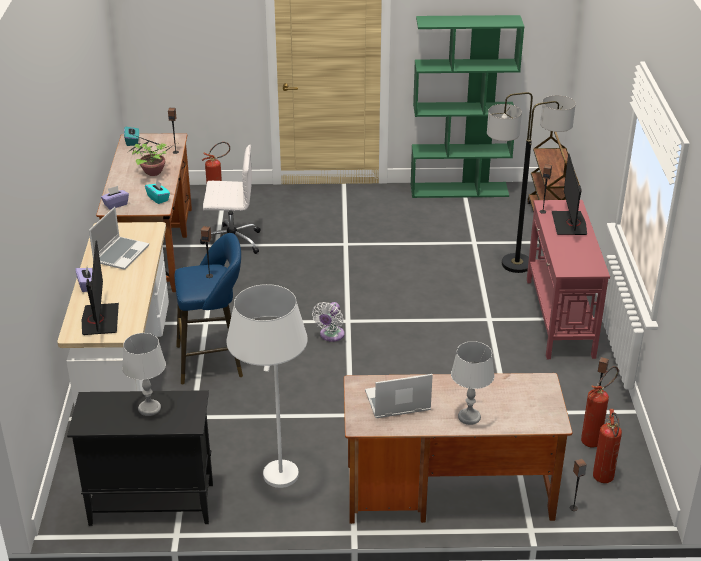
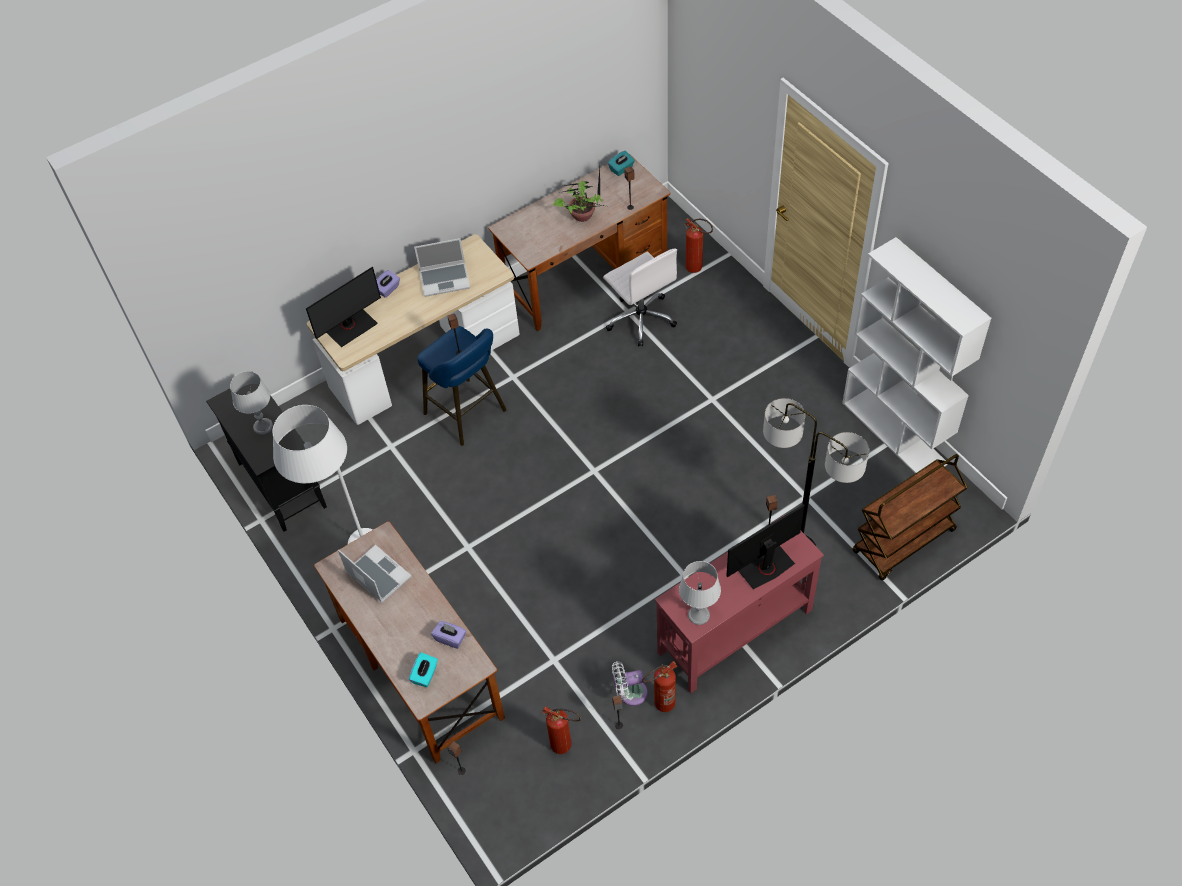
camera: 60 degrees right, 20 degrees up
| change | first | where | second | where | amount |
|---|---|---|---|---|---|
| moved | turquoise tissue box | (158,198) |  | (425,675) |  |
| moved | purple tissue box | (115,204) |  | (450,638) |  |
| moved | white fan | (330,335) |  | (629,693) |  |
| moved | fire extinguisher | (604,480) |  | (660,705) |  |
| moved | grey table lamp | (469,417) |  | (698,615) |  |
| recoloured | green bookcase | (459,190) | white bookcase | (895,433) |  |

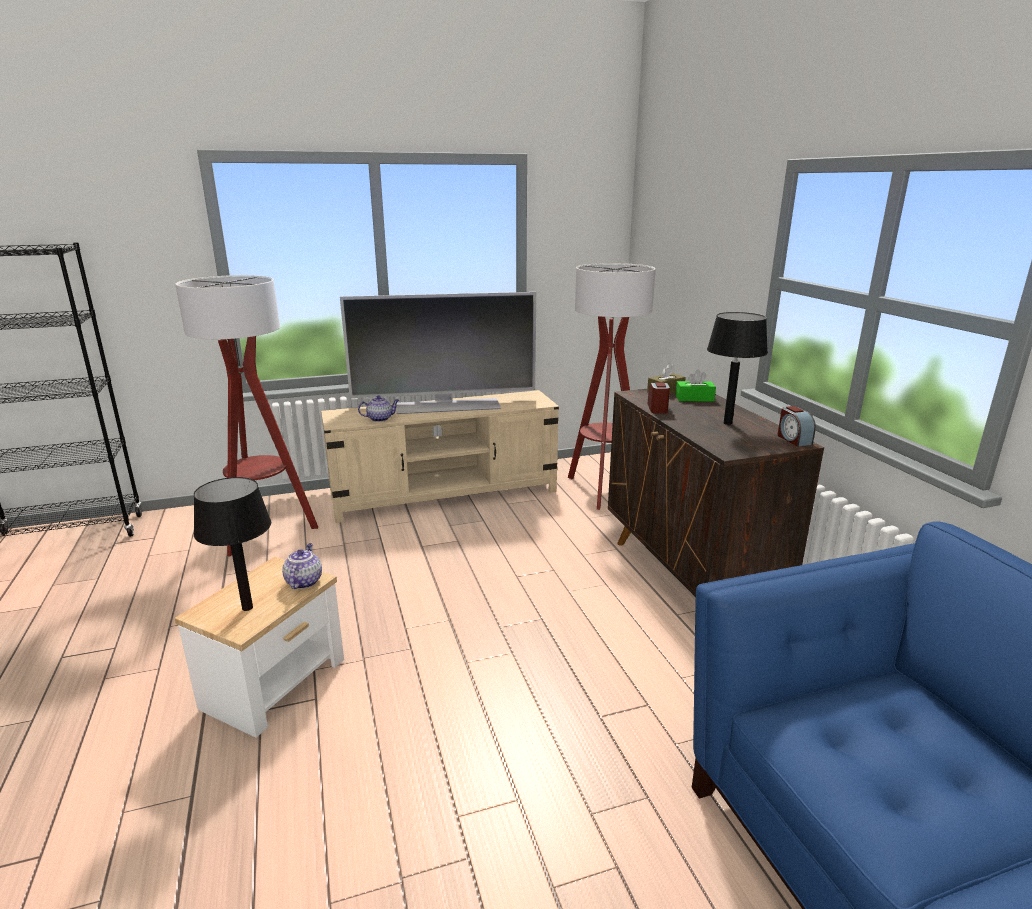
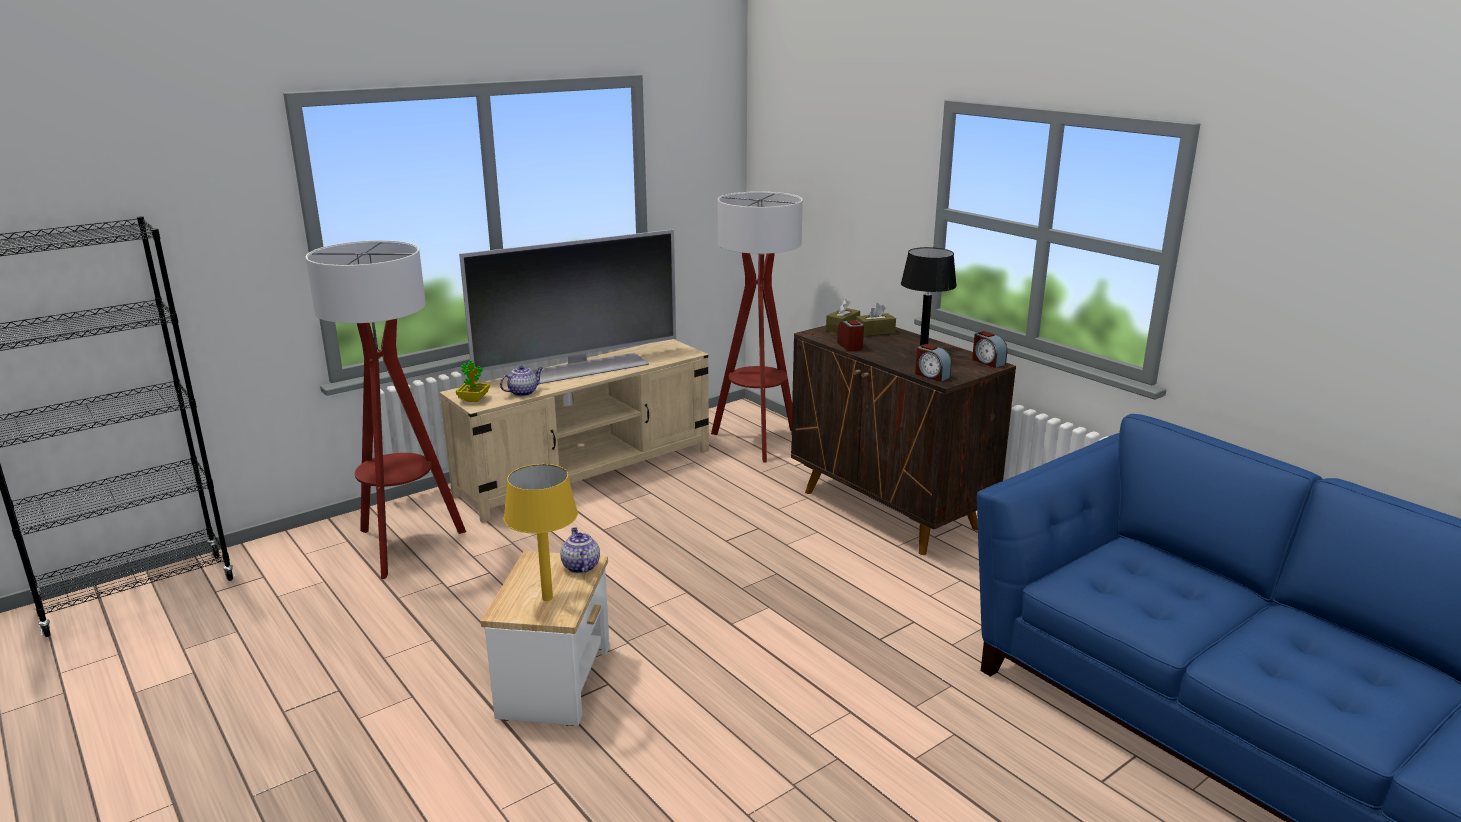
camera: 20 degrees left, 0 degrees up
| change | first | where | second | where | amount |
|---|---|---|---|---|---|
| added |  |  | potted plant | (473,399) |  |
| recoloured | black table lamp | (247,608) | yellow table lamp | (547,598) |  |
| recoloured | green tissue box | (694,398) | brown tissue box | (875,332) |  |
| added |  |  | alarm clock | (931,375) |  |

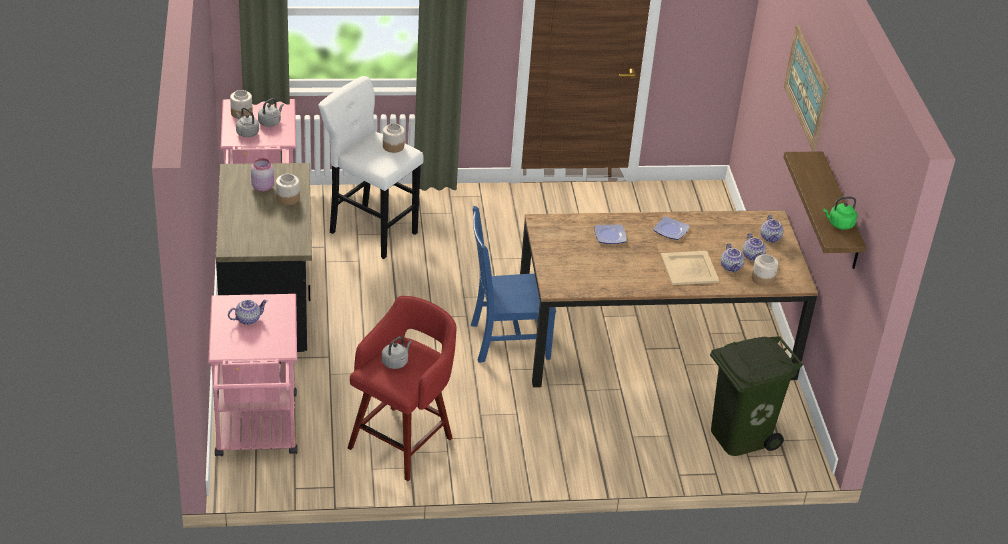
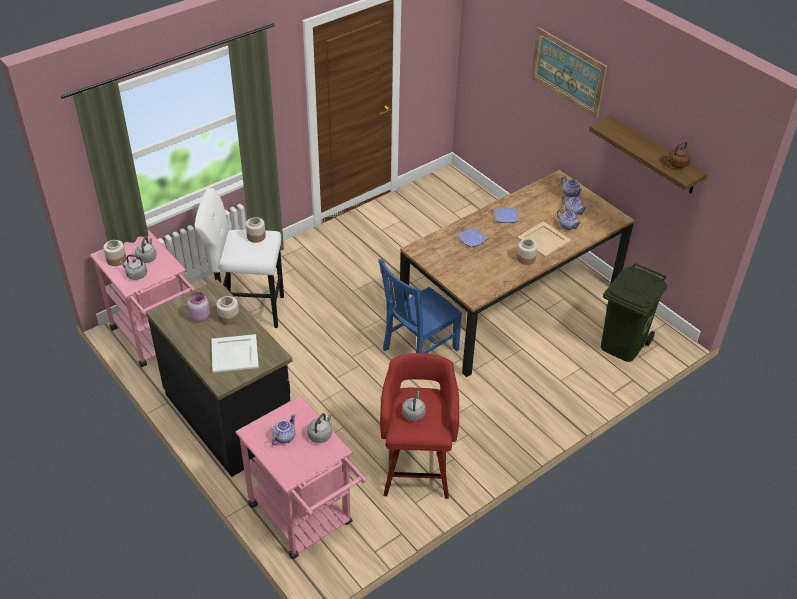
camera: 30 degrees left, 5 degrees up
| change | first | where | second | where | amount |
|---|---|---|---|---|---|
| added |  |  | white tray | (235,353) |  |
| added |  |  | grey kettle | (320,434) |  |
| moved | jar | (763,279) |  | (526,258) |  |
| recoloured | green kettle | (839,224) | brown kettle | (676,164) |  |

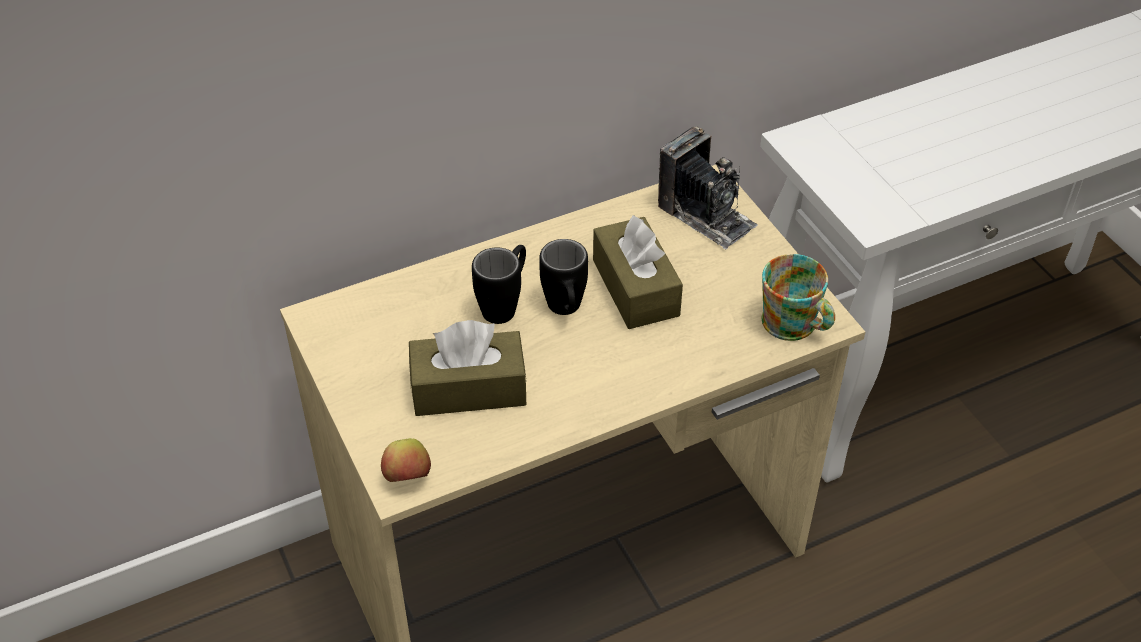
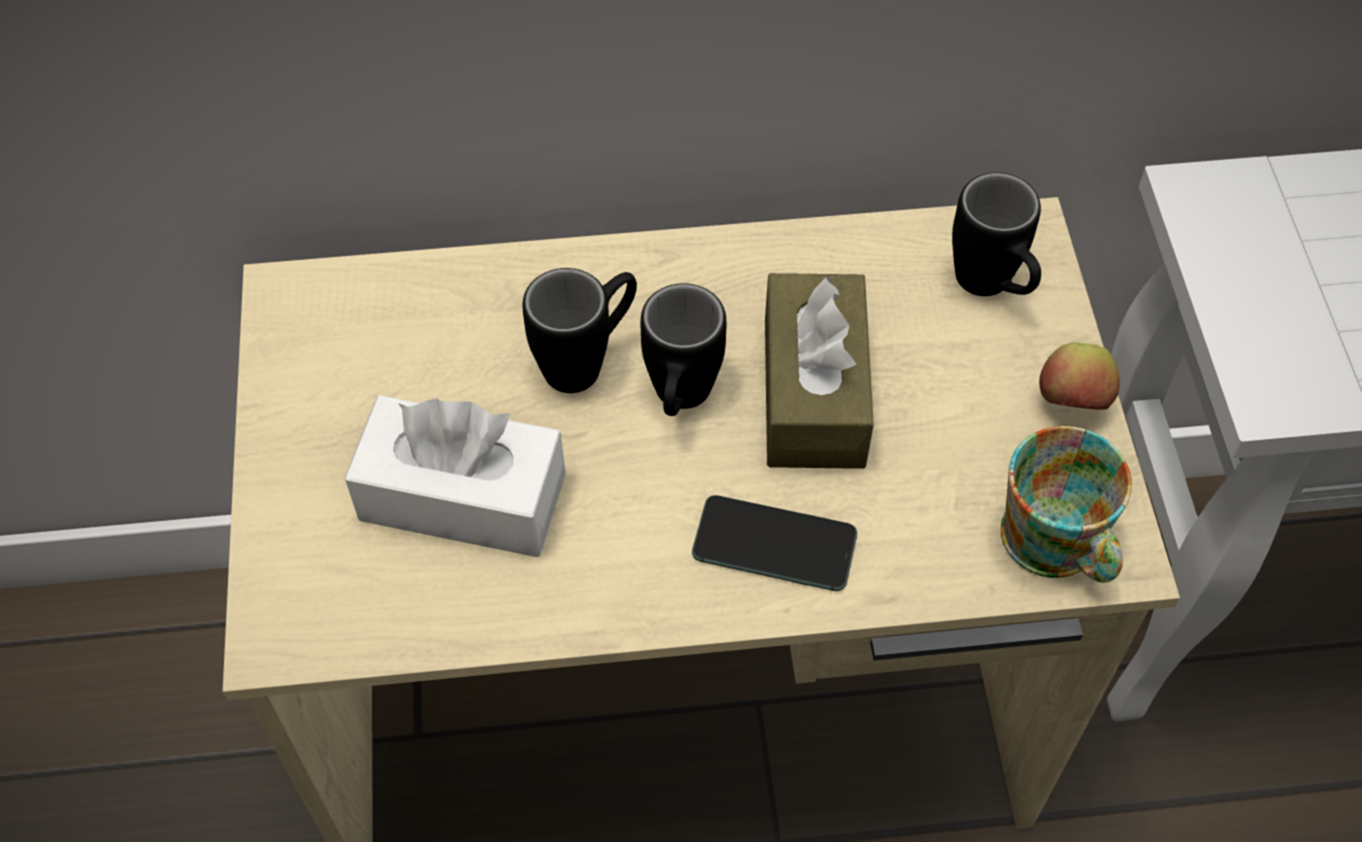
camera: 20 degrees right, 10 degrees up
| change | first | where | second | where | amount |
|---|---|---|---|---|---|
| recoloured | brown tissue box | (469,389) | white tissue box | (463,497) |  |
| added |  |  | phone | (774,544) |  |
| replaced | photo camera | (706,215) | black mug | (992,289) |  |
| moved | apple | (407,478) |  | (1071,402) |  |

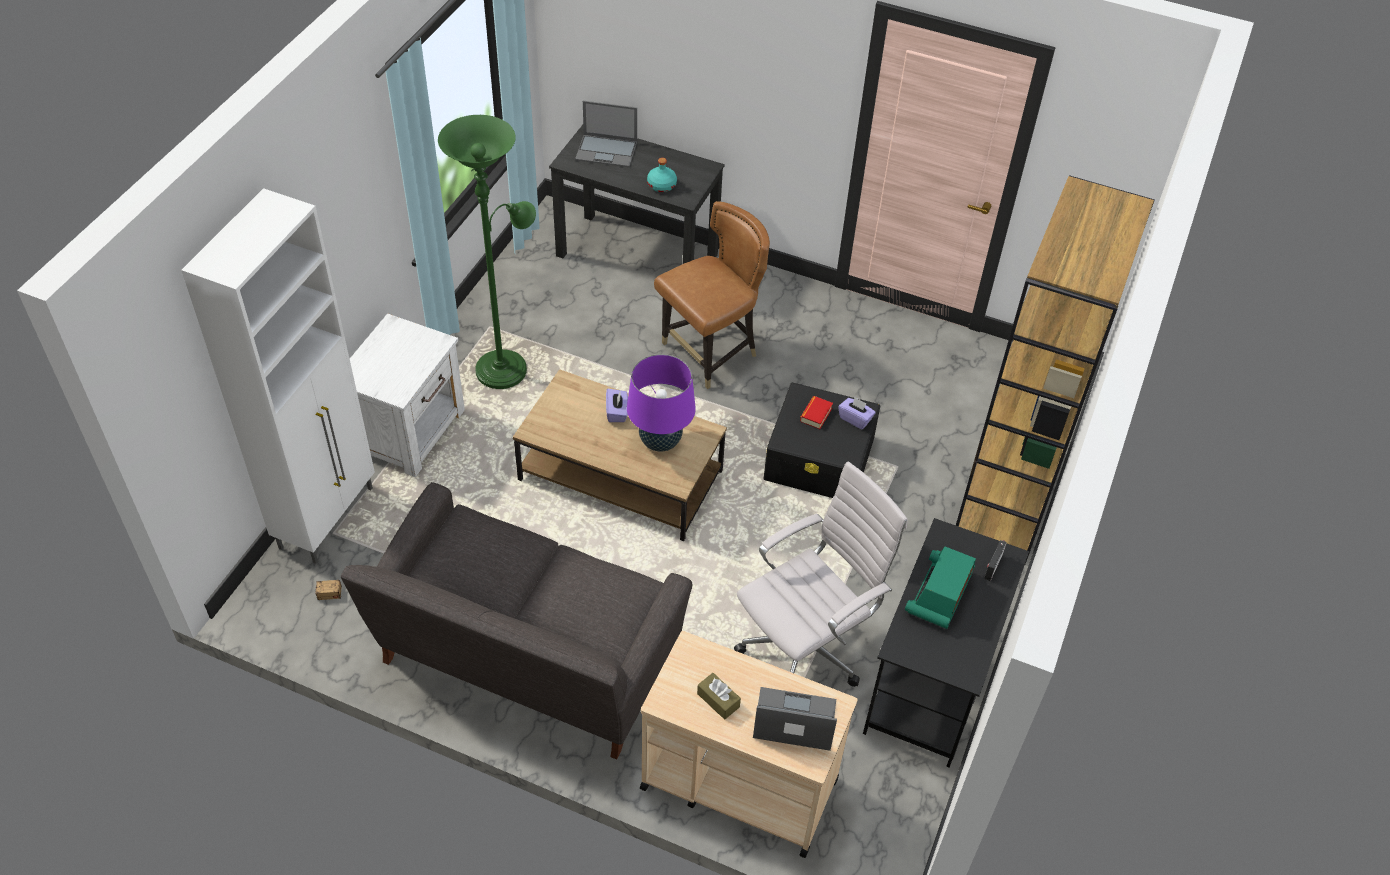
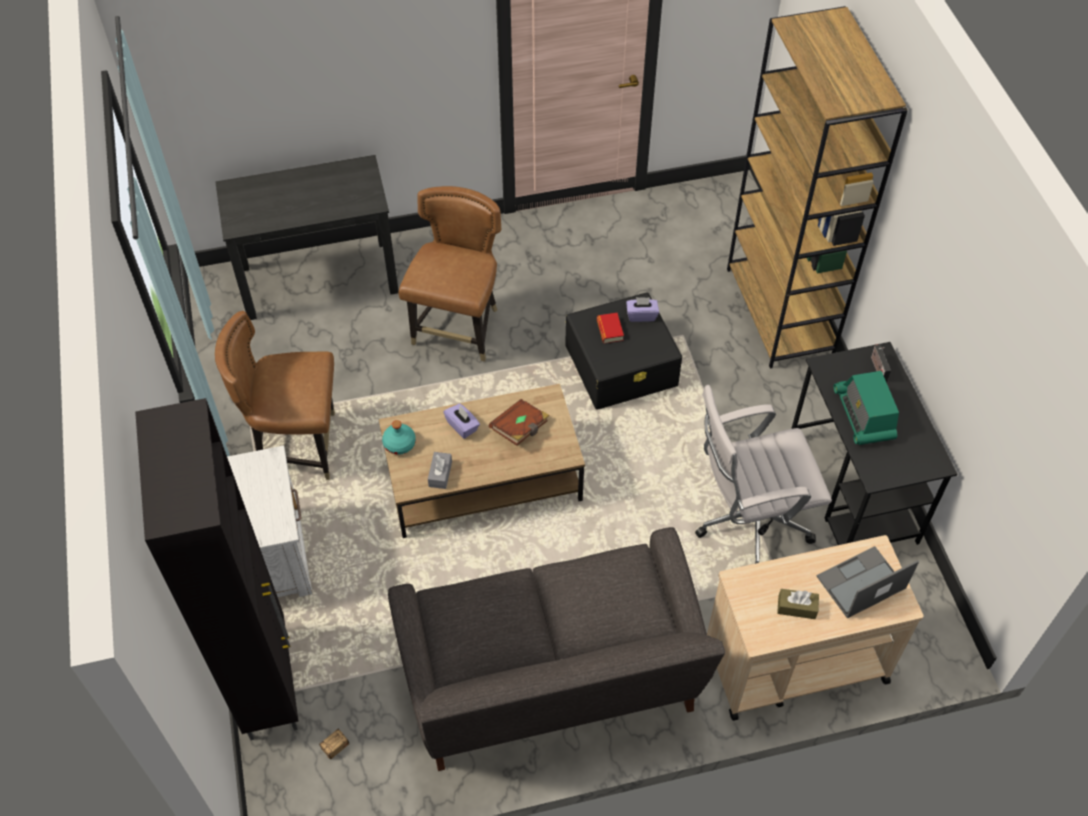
camera: 35 degrees left, 5 degrees up
| change | first | where | second | where | amount |
|---|---|---|---|---|---|
| recoloured | white cabinet | (328,517) | black cabinet | (268,681) |  |
| replaced | green floor lamp | (505,366) | brown chair | (298,446) |  |
| moved | turquoise bottle | (662,185) |  | (400,443) |  |
| added |  |  | grey tissue box | (440,474) |  |
| replaced | purple table lamp | (660,441) | brown book | (520,429) |  |
| turned | white office chair | (806,648) |  | (747,524) | 120 degrees counterclockwise |
| removed | laptop | (607,151) |  |  |  |

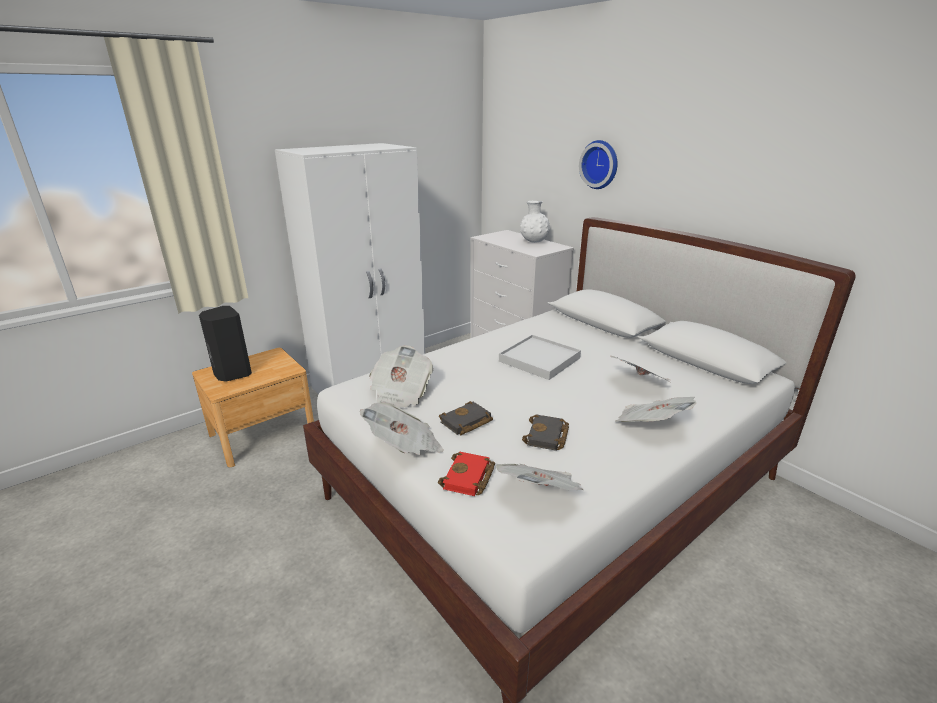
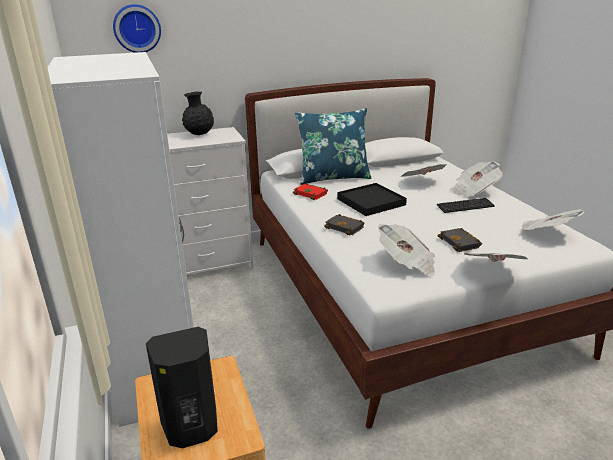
camera: 70 degrees left, 0 degrees up
| change | first | where | second | where | amount |
|---|---|---|---|---|---|
| moved | wall clock | (600,164) |  | (137,28) |  |
| recoloured | white vase | (534,242) | black vase | (199,134) |  |
| moved | red book | (468,478) |  | (311,194) |  |
| added |  |  | blue pillow | (333,177) |  |
| moved | black book | (547,437) |  | (345,227) |  |
| recoloured | white tray | (540,359) | black tray | (371,202) |  |
| added |  |  | keyboard | (465,206) |  |

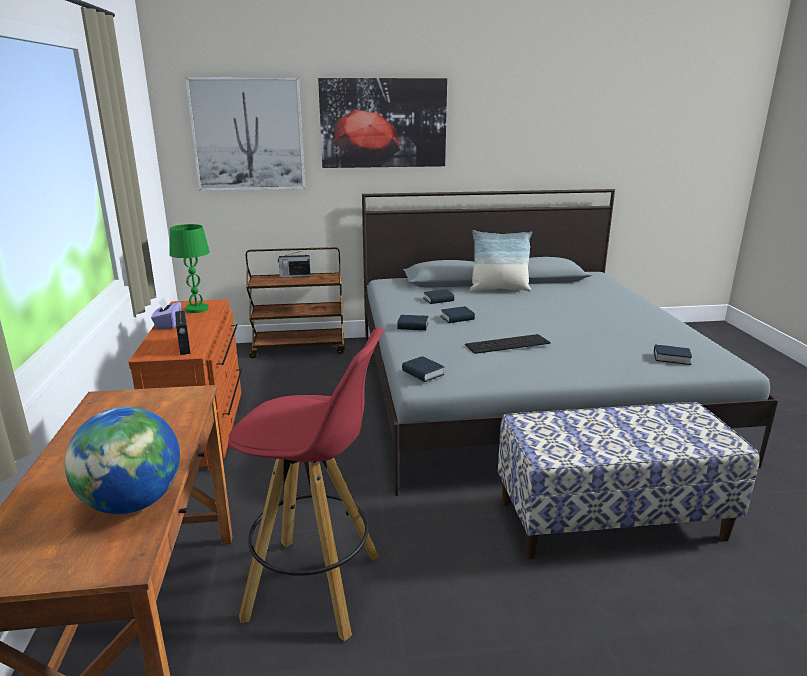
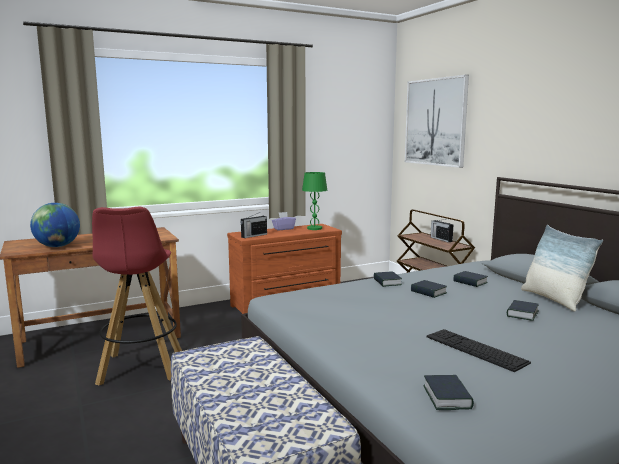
camera: 70 degrees right, 10 degrees down
| change | first | where | second | where | amount |
|---|---|---|---|---|---|
| moved | keyboard | (507,344) |  | (475,349) |  |
| moved | book | (423,373) |  | (522,314) |  |
| removed | picture | (383,123) |  |  |  |

